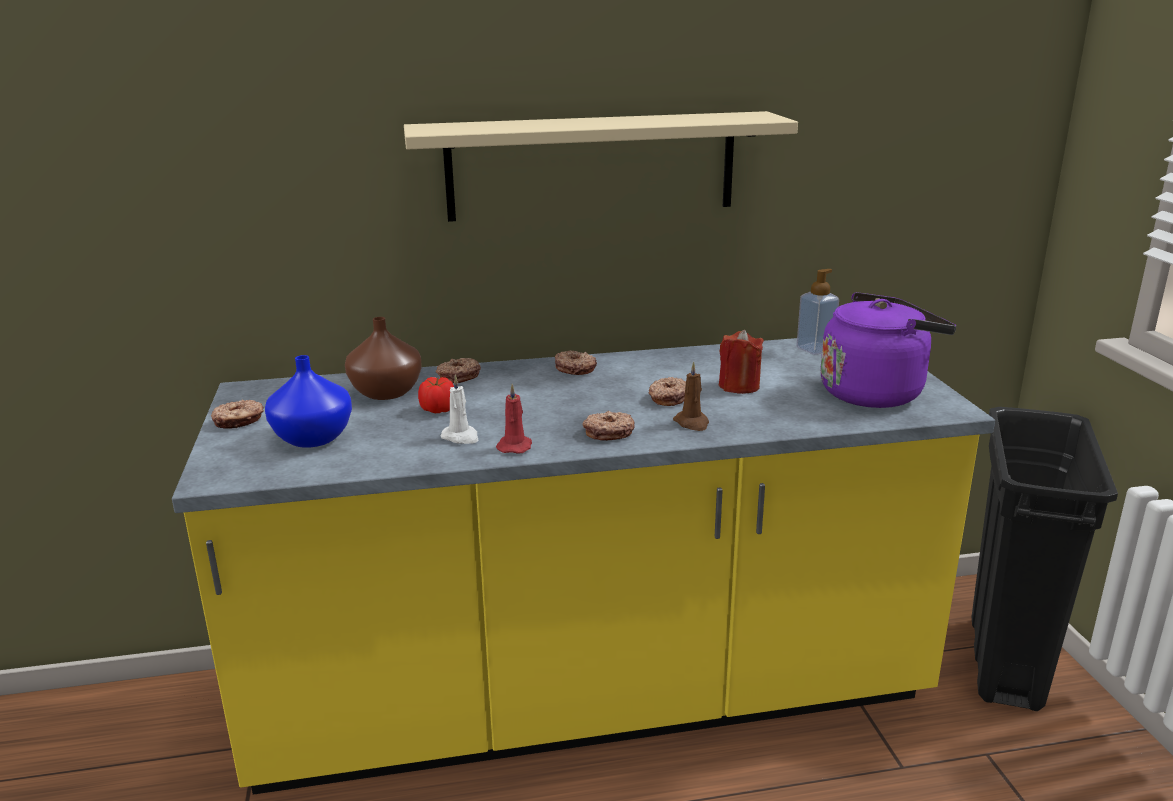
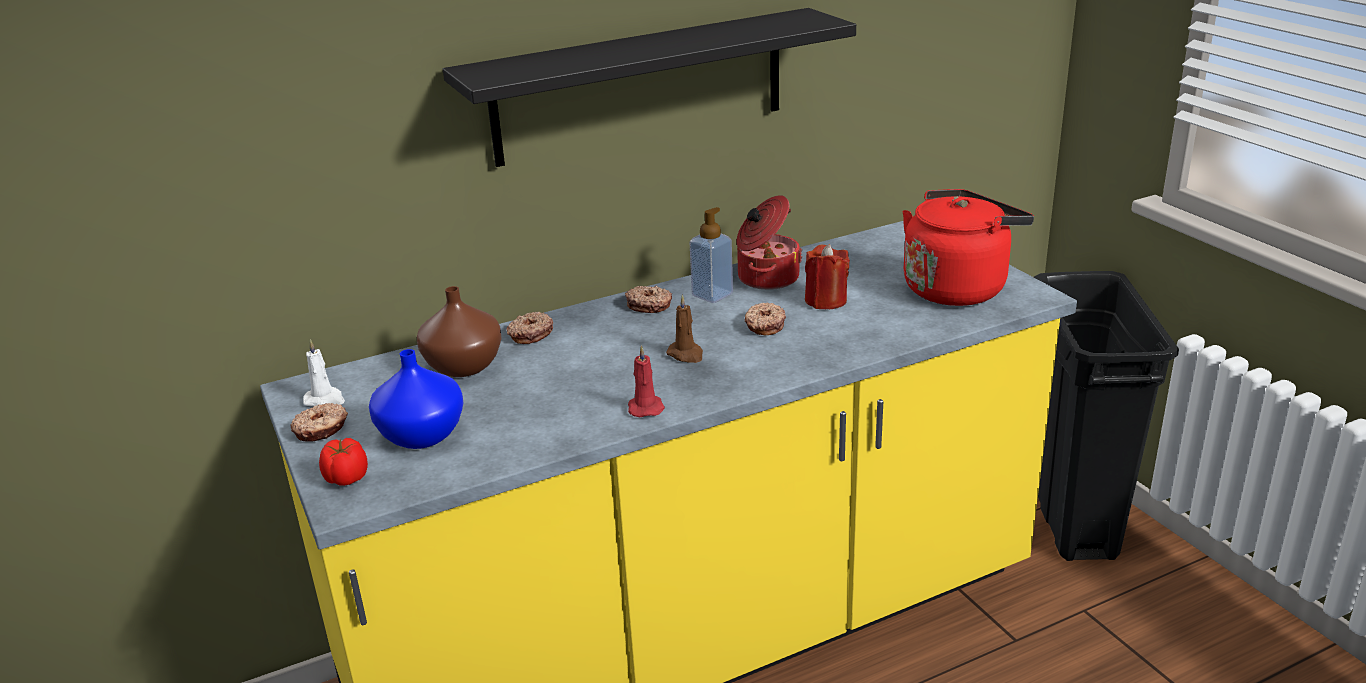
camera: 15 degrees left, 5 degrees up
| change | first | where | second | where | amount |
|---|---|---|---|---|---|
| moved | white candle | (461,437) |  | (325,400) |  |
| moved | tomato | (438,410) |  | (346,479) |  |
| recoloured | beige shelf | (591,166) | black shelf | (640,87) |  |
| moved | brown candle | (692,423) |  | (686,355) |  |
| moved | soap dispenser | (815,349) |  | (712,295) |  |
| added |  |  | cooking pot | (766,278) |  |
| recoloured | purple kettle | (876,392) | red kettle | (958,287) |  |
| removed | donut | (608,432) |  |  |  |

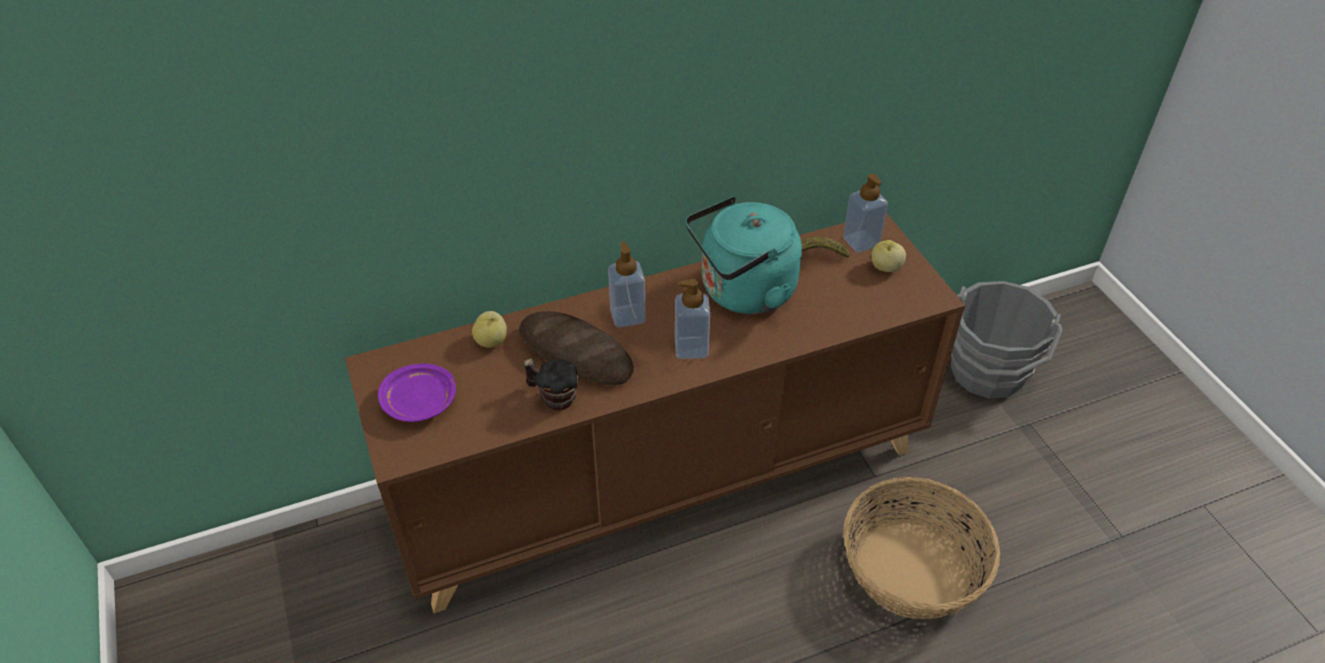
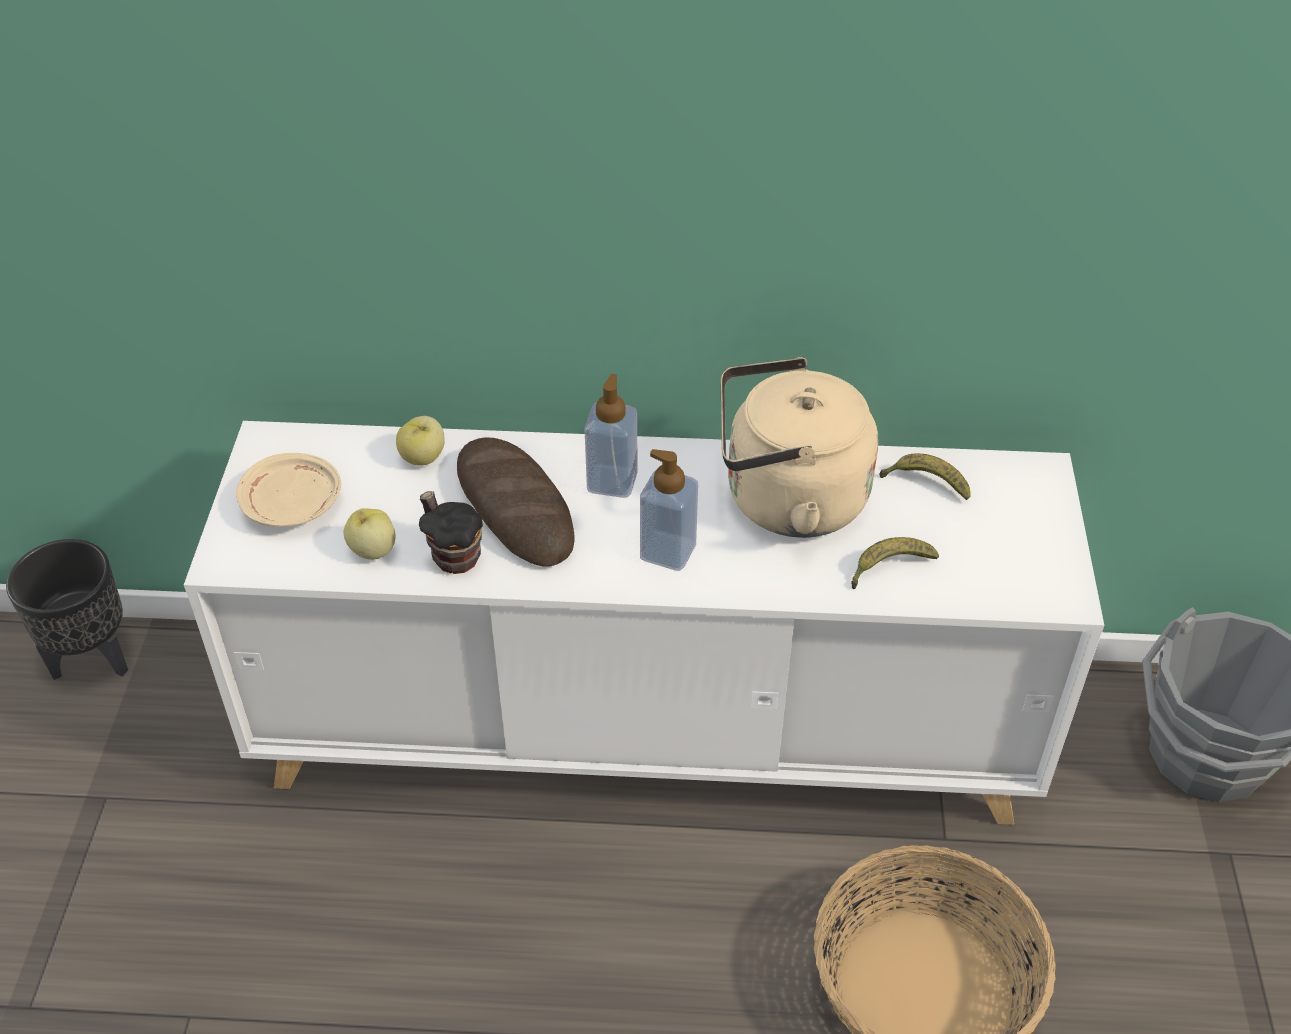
camera: 25 degrees right, 0 degrees up
| change | first | where | second | where | amount |
|---|---|---|---|---|---|
| added |  |  | black planter | (93,658) |  |
| recoloured | brown cabinet | (664,479) | white cabinet | (647,731) |  |
| recoloured | purple plate | (420,402) | beige plate | (293,504) |  |
| moved | apple | (885,268) |  | (372,550) |  |
| recoloured | turquoise kettle | (742,292) | beige kettle | (786,500) |  |
| added |  |  | banana | (889,568) |  |
| removed | soap dispenser | (861,242) |  |  |  |

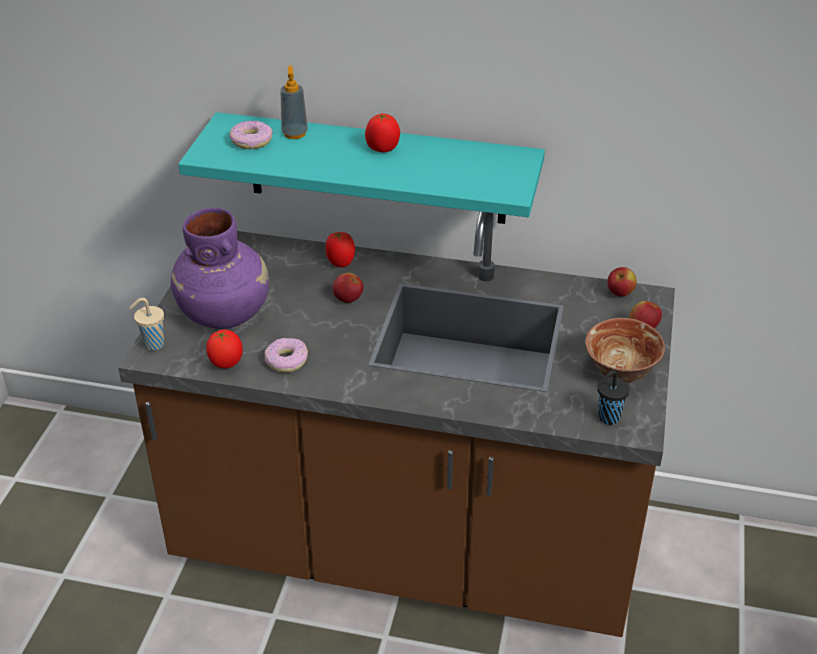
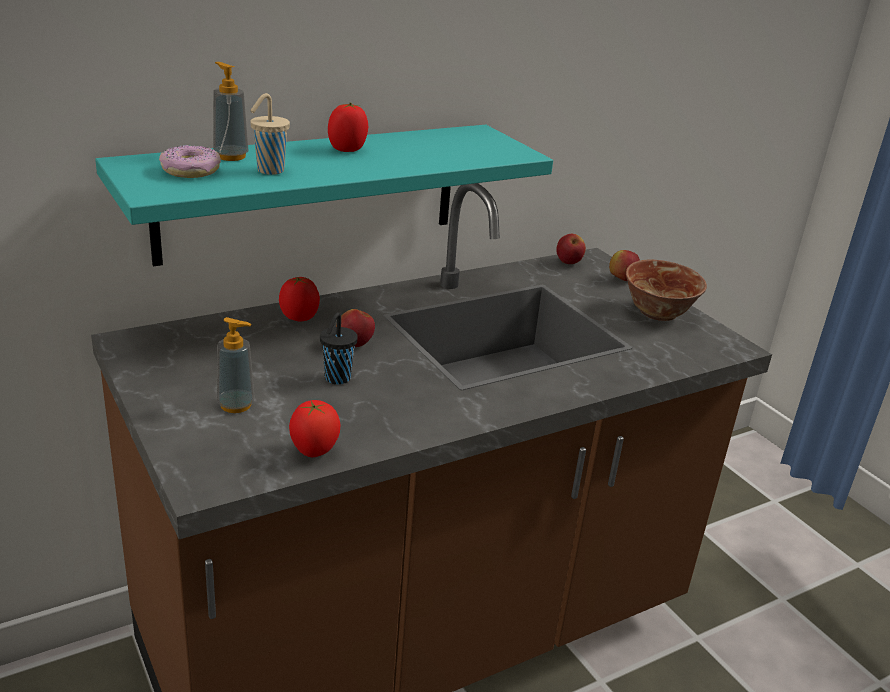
camera: 45 degrees left, 10 degrees down
| change | first | where | second | where | amount |
|---|---|---|---|---|---|
| replaced | purple vase | (224,312) | soap dispenser | (236,405) |  |
| moved | beige cup | (152,344) |  | (269,171) |  |
| moved | black cup | (607,418) |  | (336,379) |  |
| removed | donut | (286,360) |  |  |  |

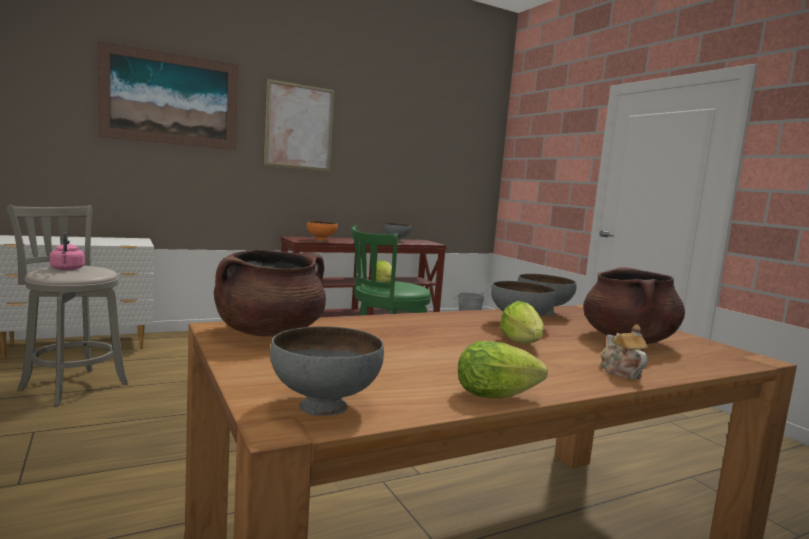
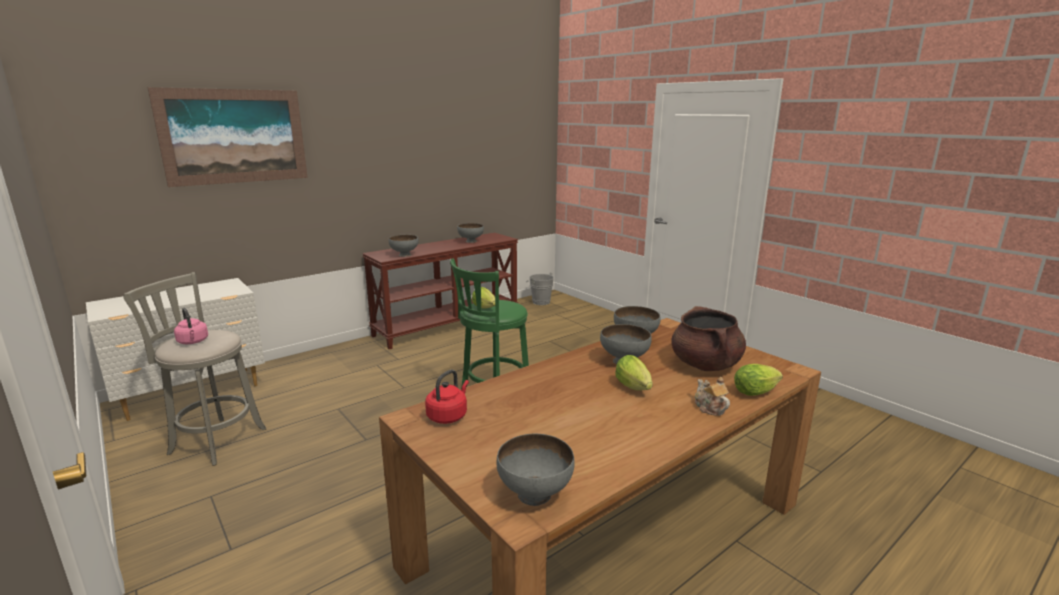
camera: 10 degrees left, 10 degrees up
| change | first | where | second | where | amount |
|---|---|---|---|---|---|
| recoloured | orange bowl | (321,241) | grey bowl | (404,255) |  |
| replaced | brown cooking pot | (270,332) | red kettle | (448,416) |  |
| moved | lettuce | (500,396) |  | (757,392) |  |
| removed | picture | (299,127) |  |  |  |

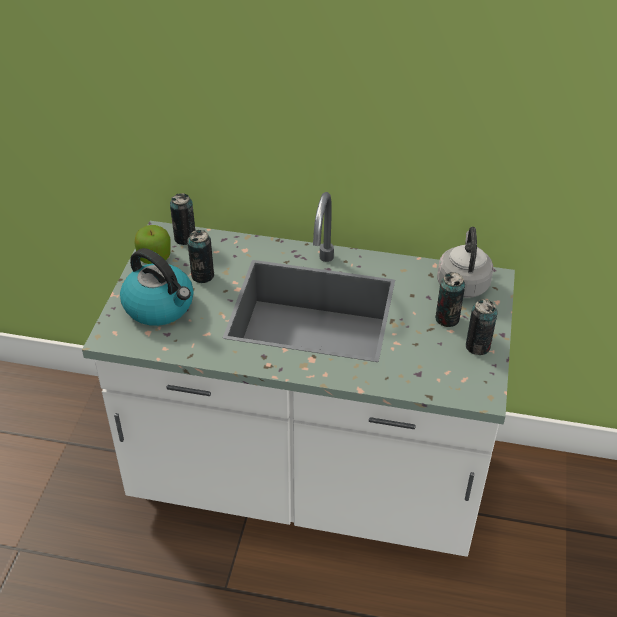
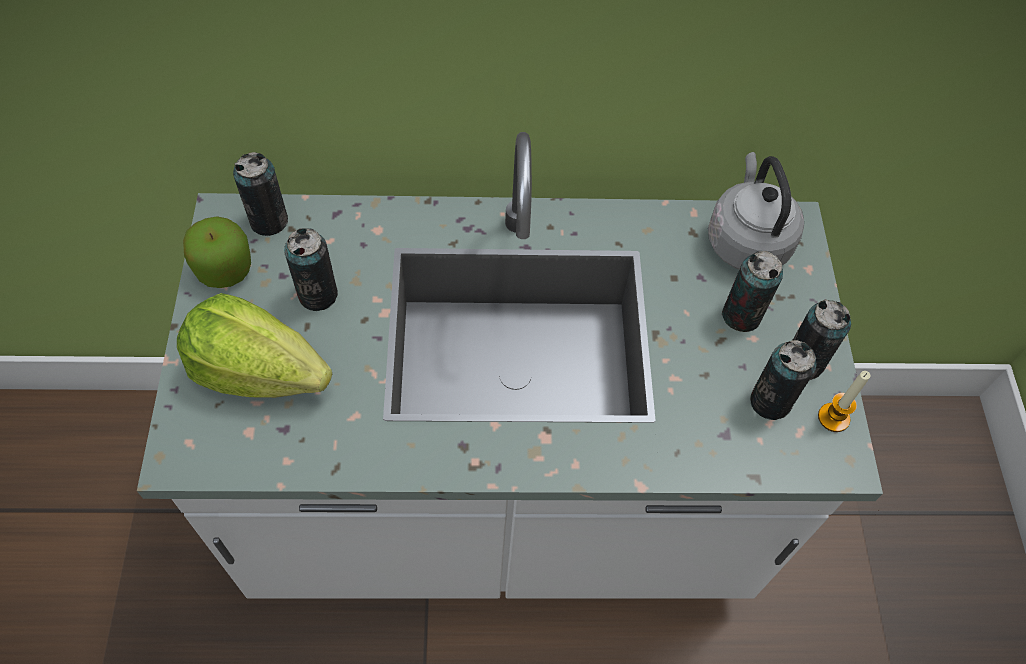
camera: 15 degrees left, 15 degrees up
| change | first | where | second | where | amount |
|---|---|---|---|---|---|
| replaced | kettle | (160,306) | lettuce | (258,372) |  |
| added |  |  | can | (770,401) |  |
| added |  |  | candle | (833,418) |  |

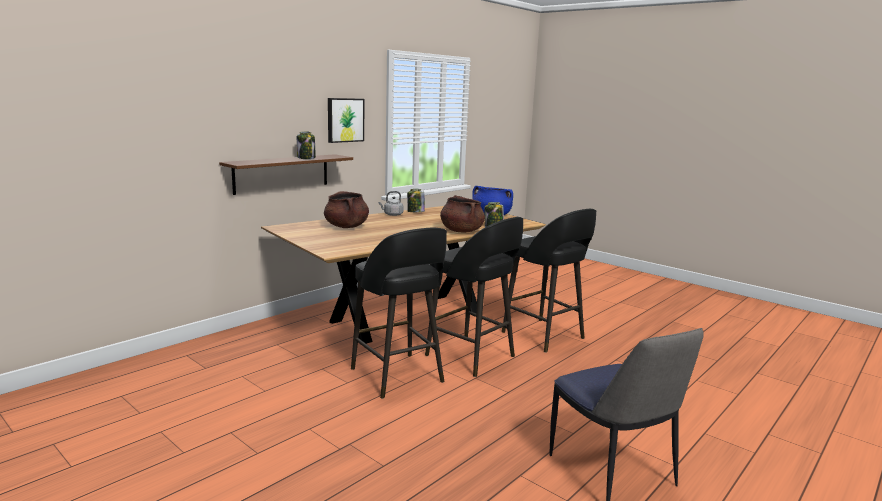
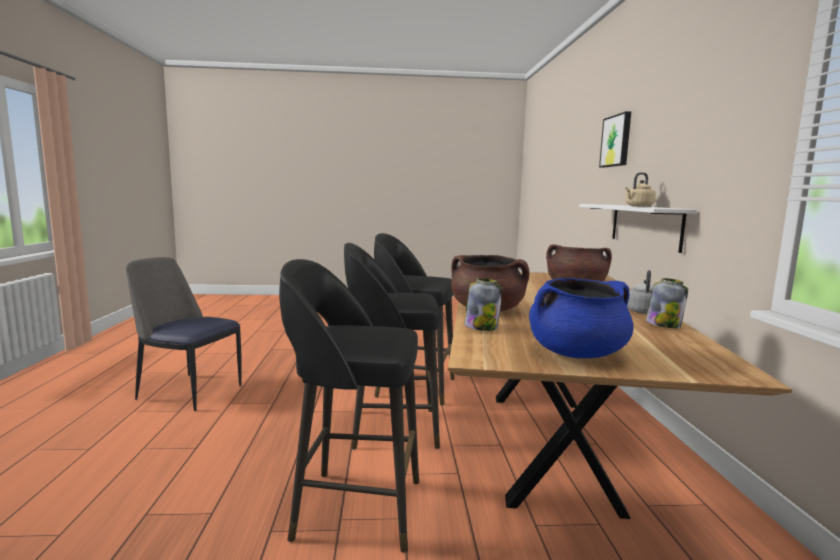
camera: 135 degrees right, 5 degrees down
| change | first | where | second | where | amount |
|---|---|---|---|---|---|
| recoloured | brown shelf | (282,173) | white shelf | (645,225) |  |
| moved | picture | (345,120) |  | (616,141) |  |
| replaced | jar | (306,158) | beige kettle | (638,206) |  |

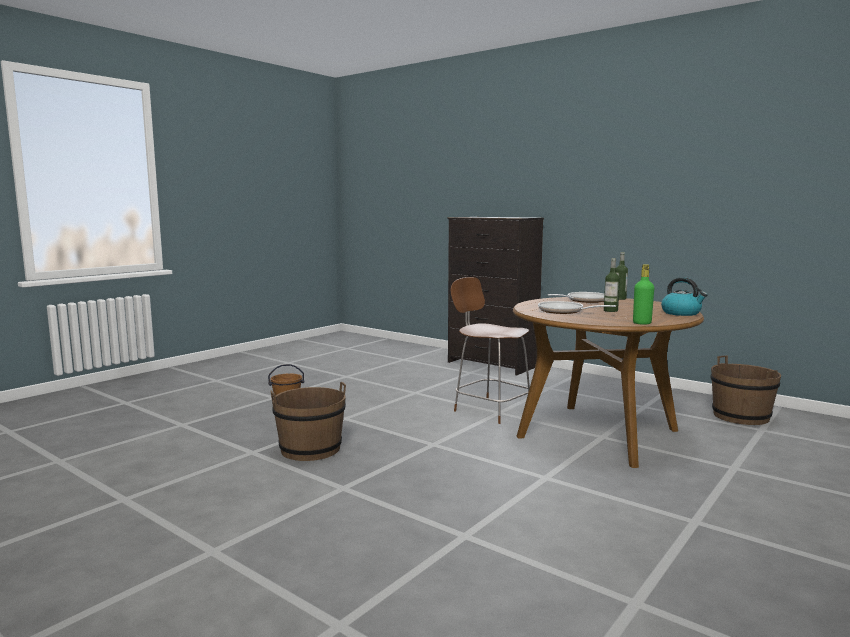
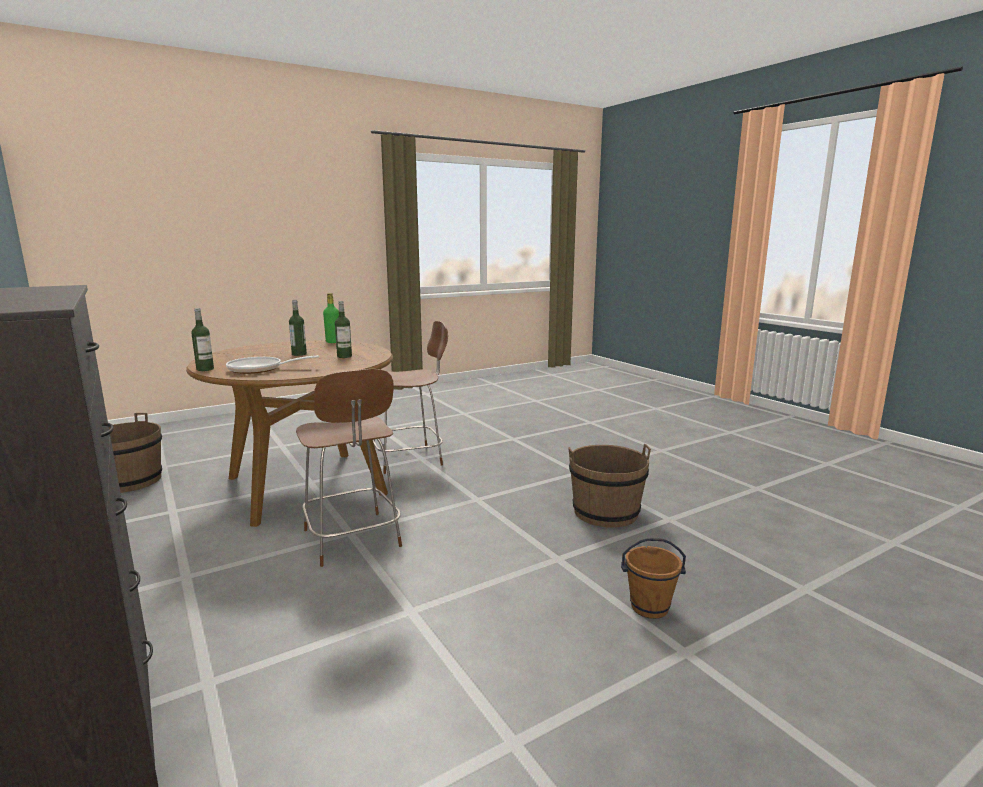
camera: 160 degrees left, 5 degrees up
| change | first | where | second | where | amount |
|---|---|---|---|---|---|
| replaced | frying pan | (564,311) | bottle | (344,356) |  |
| added |  |  | brown chair | (409,459) |  |
| removed | kettle | (681,313) |  |  |  |

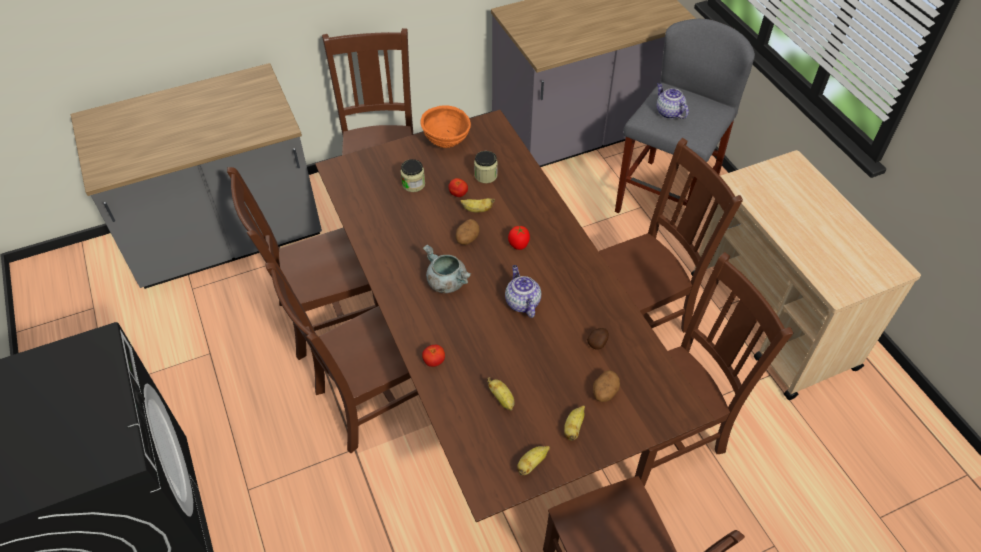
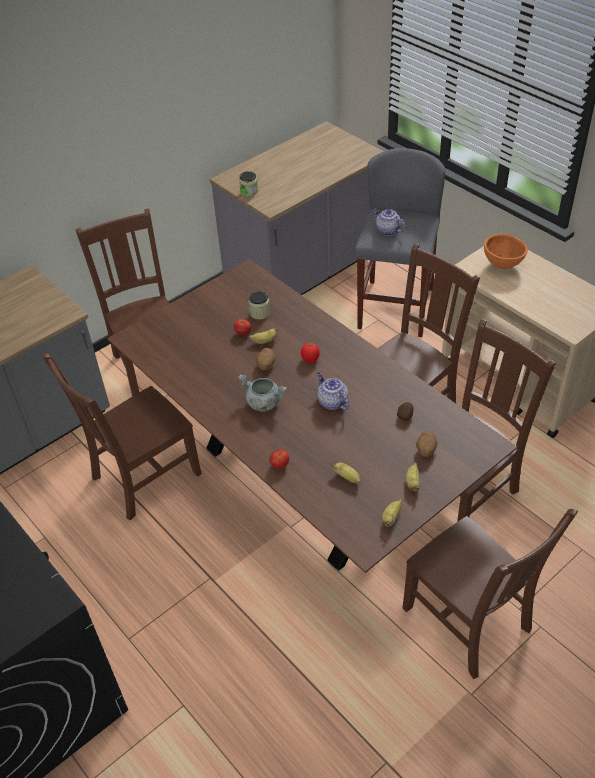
camera: 15 degrees left, 5 degrees down
| change | first | where | second | where | amount |
|---|---|---|---|---|---|
| moved | jar | (413,184) |  | (249,192) |  |
| moved | orange bowl | (446,143) |  | (502,265) |  |
| removed | brown chair | (372,400) |  |  |  |

